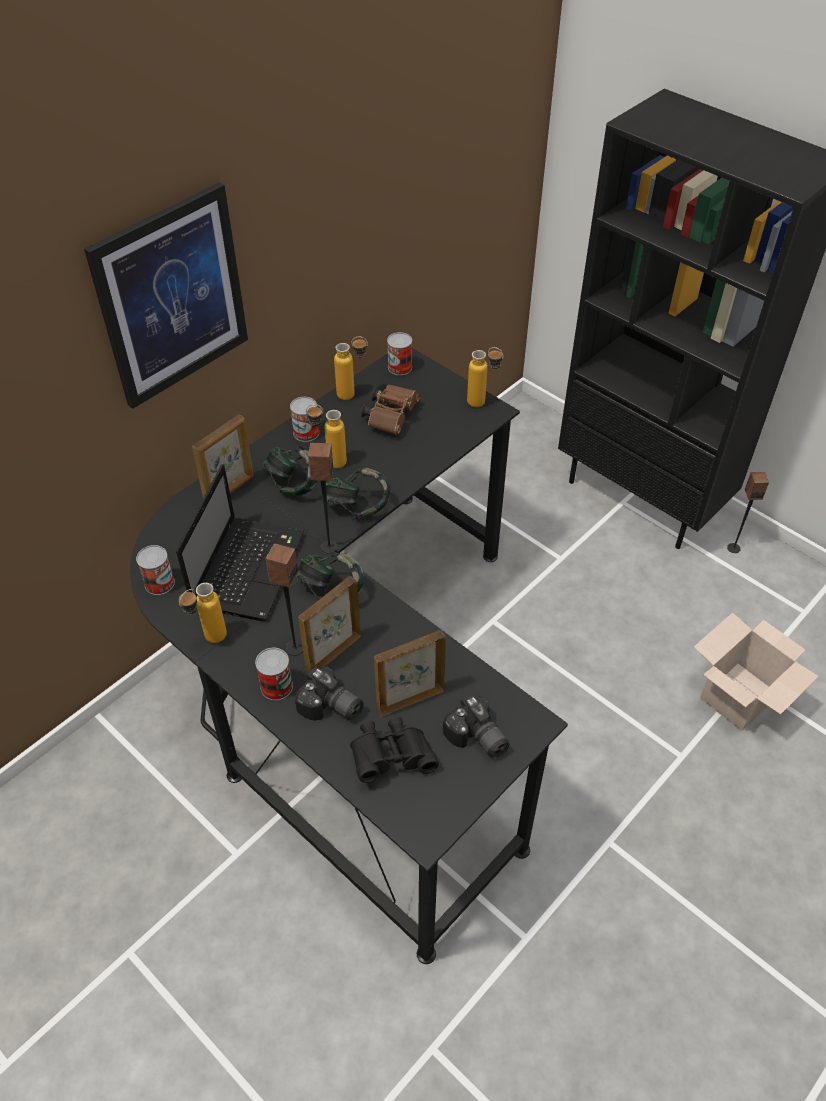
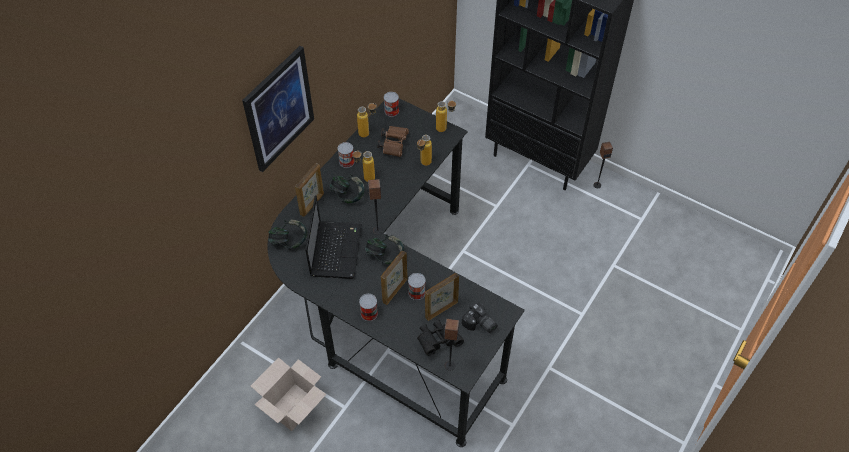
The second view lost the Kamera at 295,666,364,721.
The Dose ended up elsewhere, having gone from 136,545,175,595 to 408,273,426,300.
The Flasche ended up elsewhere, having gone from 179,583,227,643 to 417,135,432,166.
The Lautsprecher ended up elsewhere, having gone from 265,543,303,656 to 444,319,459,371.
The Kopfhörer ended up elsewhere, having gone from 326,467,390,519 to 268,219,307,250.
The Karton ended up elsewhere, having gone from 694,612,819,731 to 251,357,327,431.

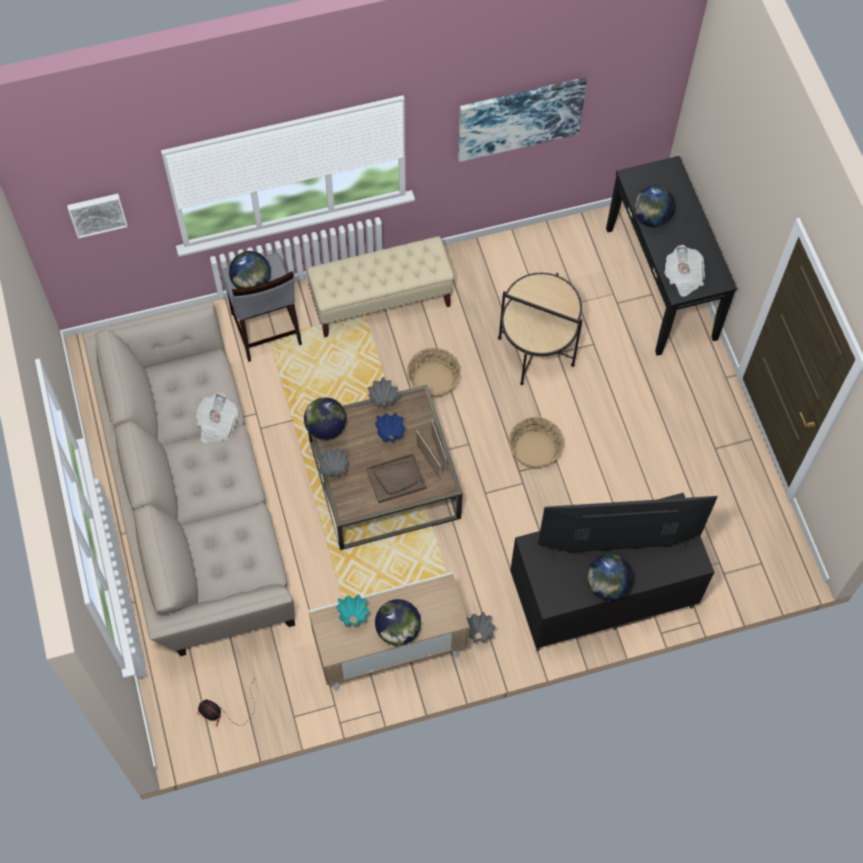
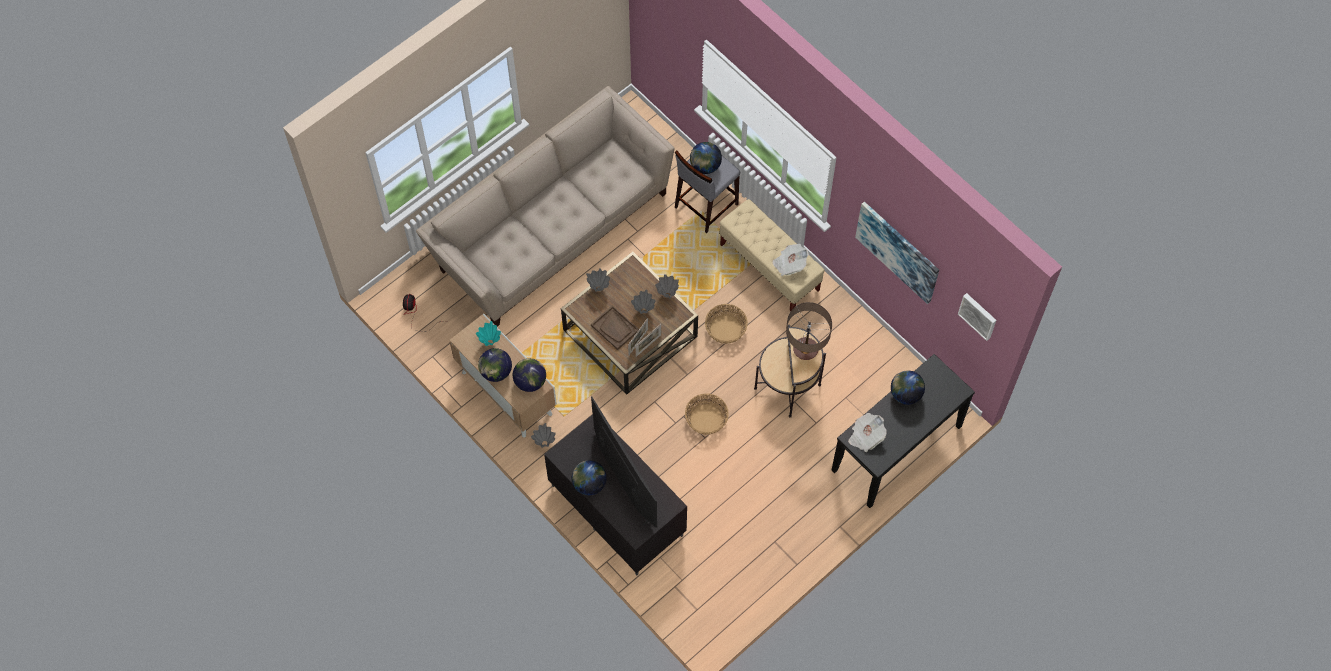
The second view gained the Tischlampe at 786,302,832,360.
The Bild ended up elsewhere, having gone from 67,194,128,239 to 958,293,996,341.
The Zeitung ended up elsewhere, having gone from 195,393,238,443 to 772,244,809,276.
The Globus ended up elsewhere, having gone from 304,397,346,440 to 513,358,546,392.
What was the Vase [blau] at 375,413,405,442 turned into the Vase [grau] at 631,290,656,314.

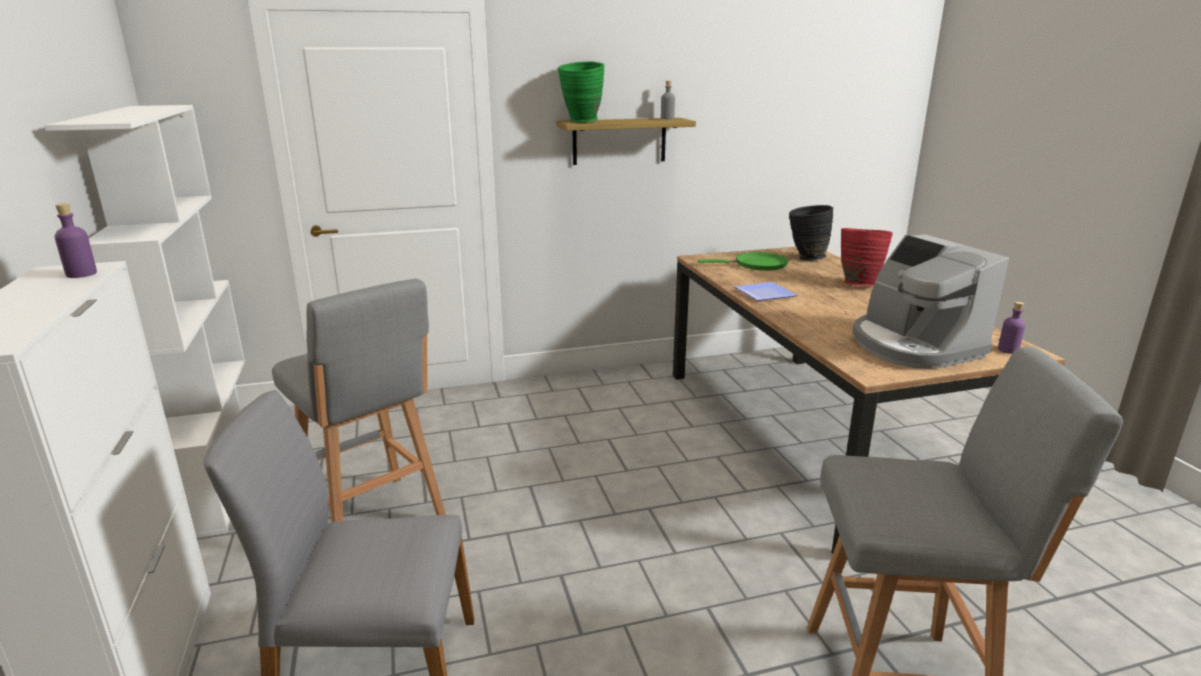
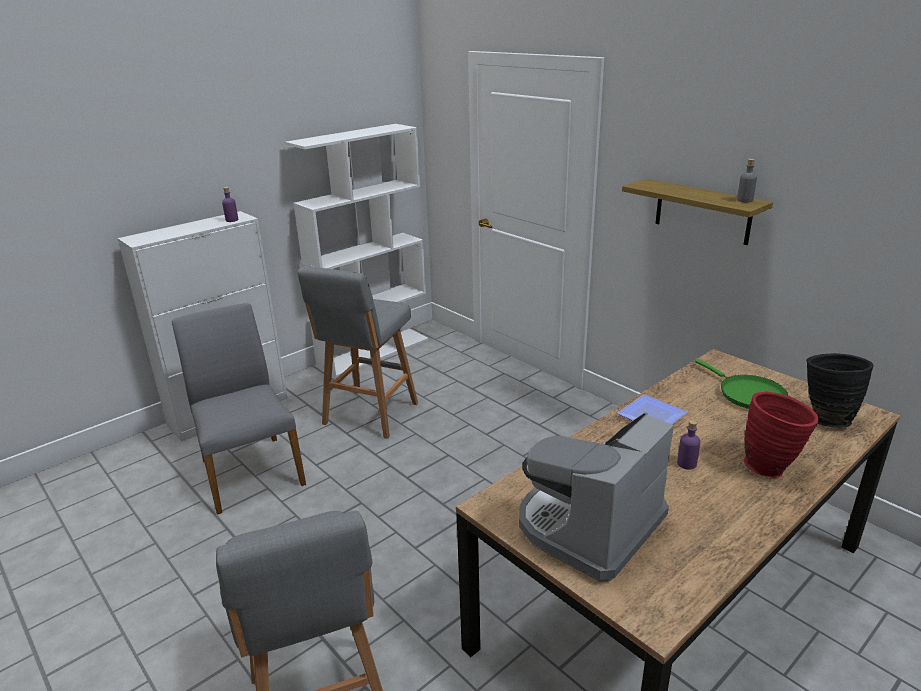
The second view lost the Vase [grün] at 558,61,604,123.
The Flasche [lila] ended up elsewhere, having gone from 998,302,1025,354 to 677,420,700,470.

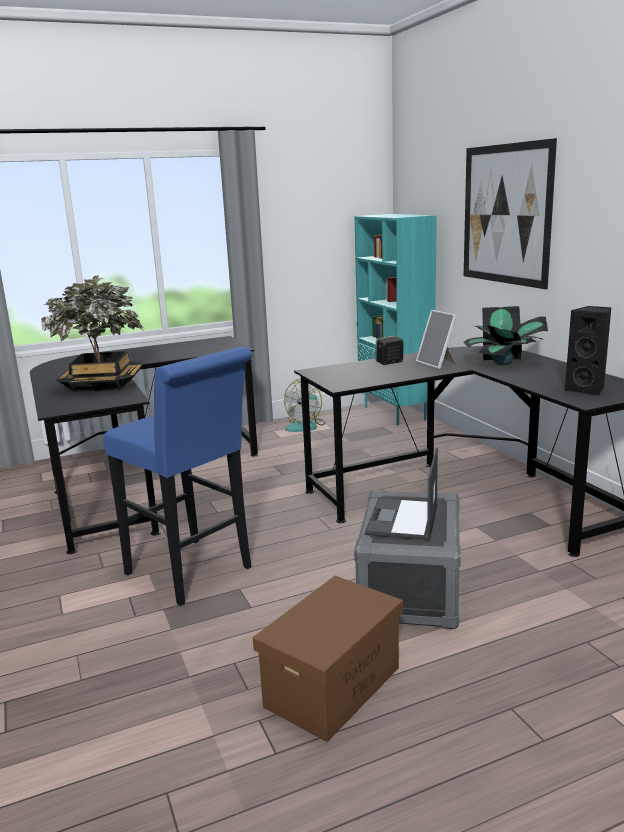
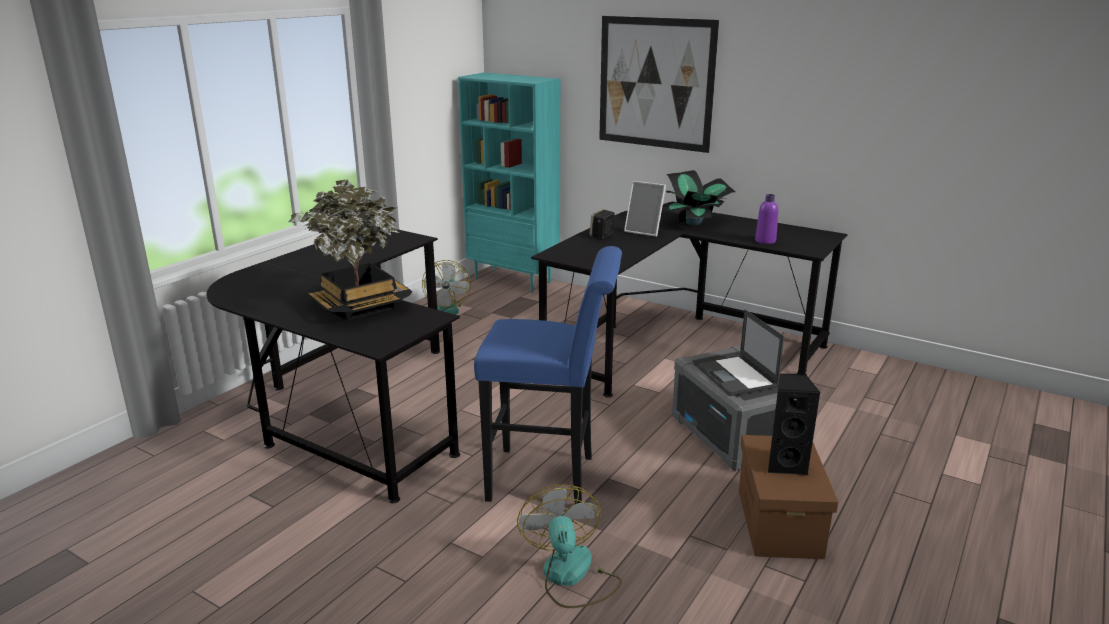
The second view gained the Ventilator at 517,484,622,608.
The second view gained the Flasche [lila] at 755,194,778,244.
The Lautsprecher [schwarz] ended up elsewhere, having gone from 564,306,611,396 to 768,373,820,475.

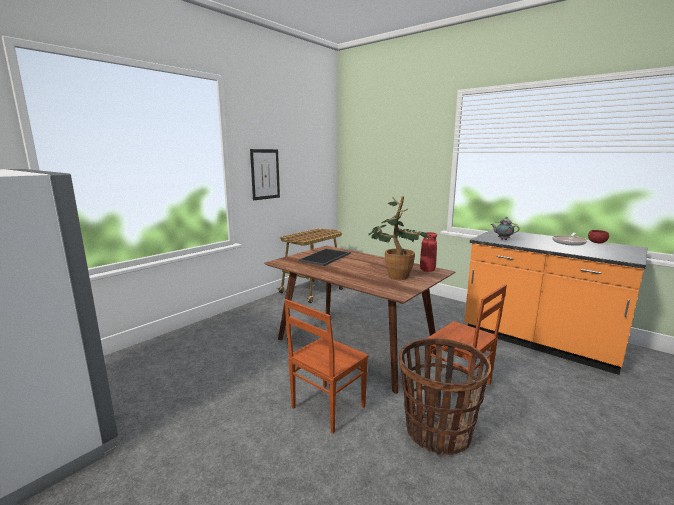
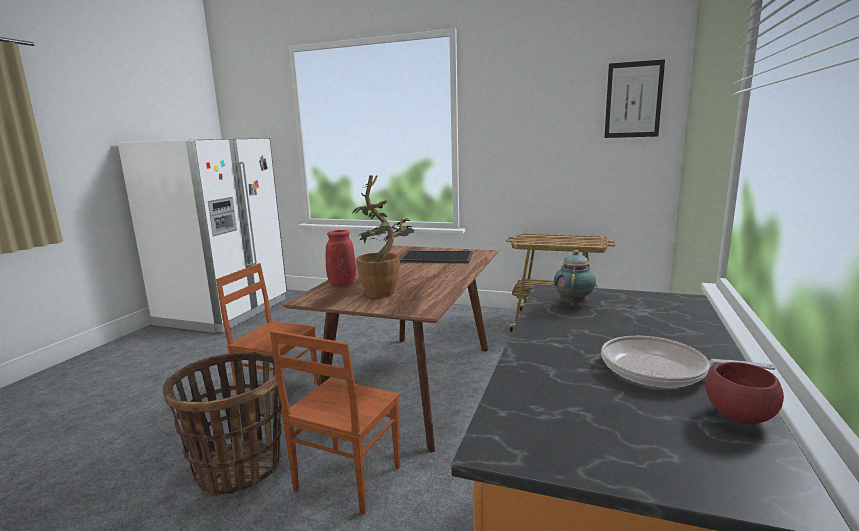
The Bild ended up elsewhere, having gone from 250,149,280,200 to 604,59,665,138.
The Vase [rot] ended up elsewhere, having gone from 420,232,437,272 to 326,230,356,286.

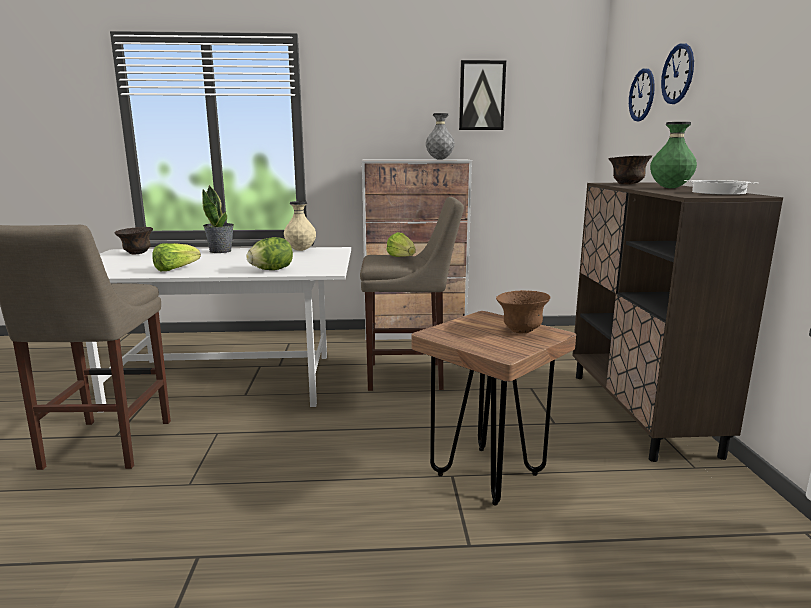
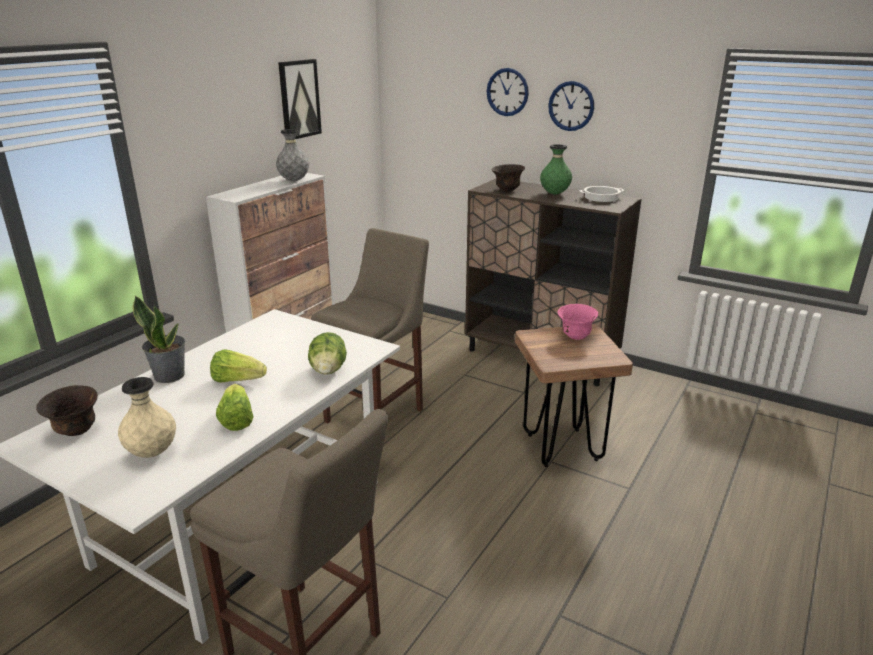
The Vase [beige] ended up elsewhere, having gone from 284,201,316,251 to 118,377,176,458.
The Salatkopf ended up elsewhere, having gone from 386,232,415,257 to 210,349,267,383.
The Wanduhr ended up elsewhere, having gone from 629,68,655,121 to 548,81,594,131.
What was the Schüssel [braun] at 496,290,550,334 turned into the Schüssel [rosa] at 558,304,598,340.

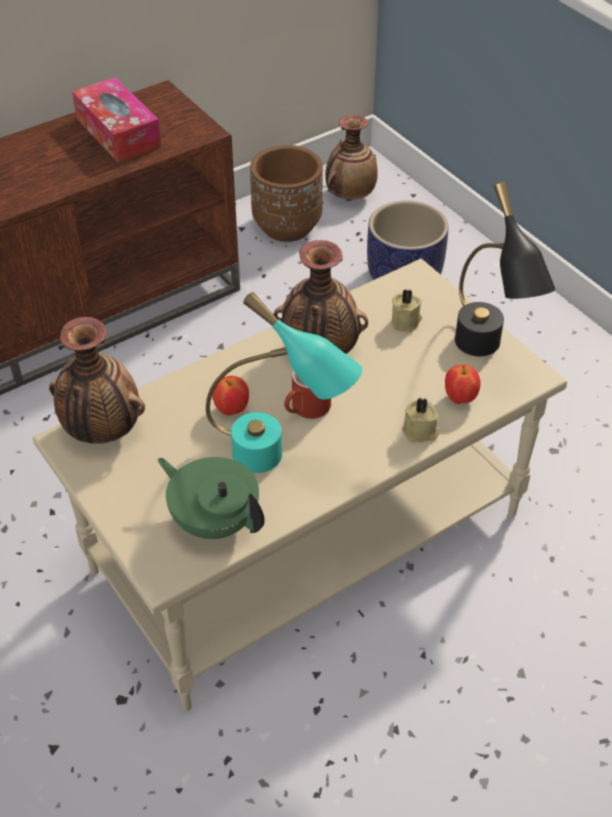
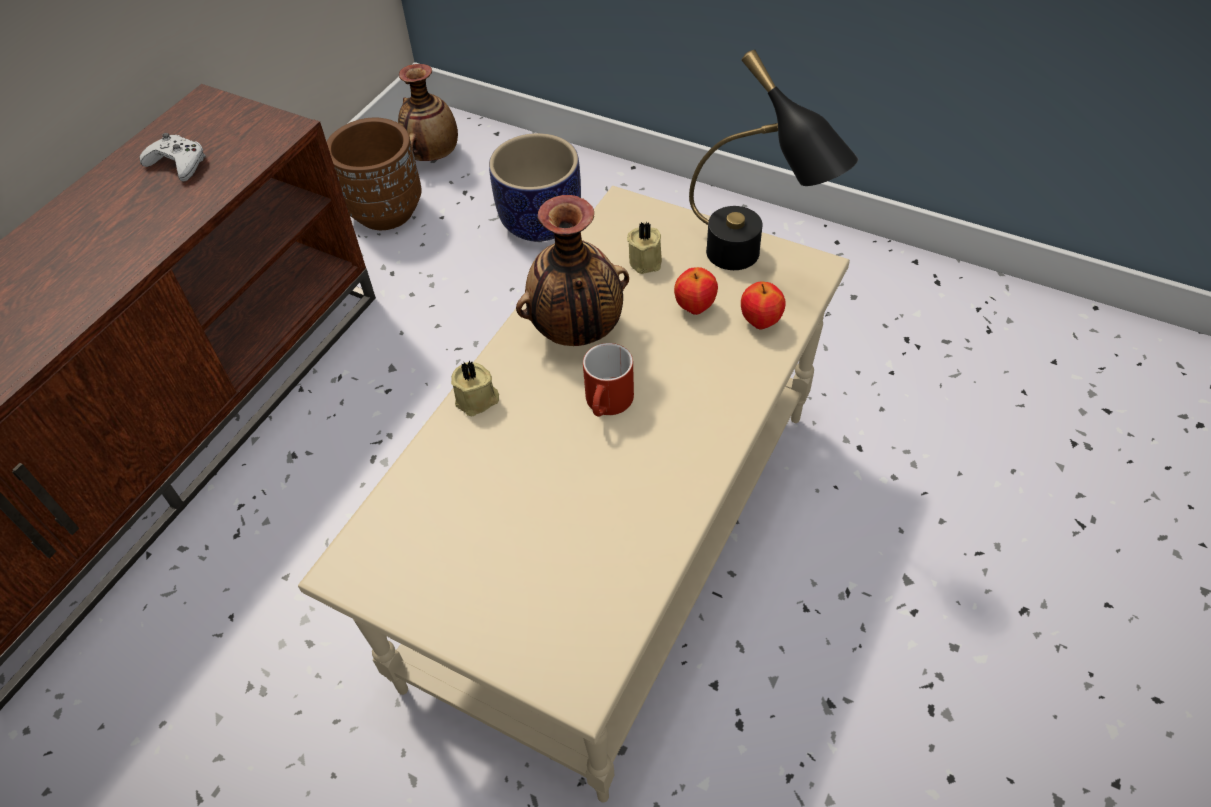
The second view lost the Vase at 49,317,145,444.
The second view lost the Teekanne [grün] at 158,457,265,539.
The second view lost the Tischlampe [türkis] at 206,292,362,473.
The Apfel ended up elsewhere, having gone from 212,376,249,416 to 674,267,718,315.
The Kerze [beige] ended up elsewhere, having gone from 402,397,439,443 to 451,360,499,416.
Where the Taschentuchbox stood at 72,77,161,162, the Gamepad [weiß] came to stand at 140,133,206,182.

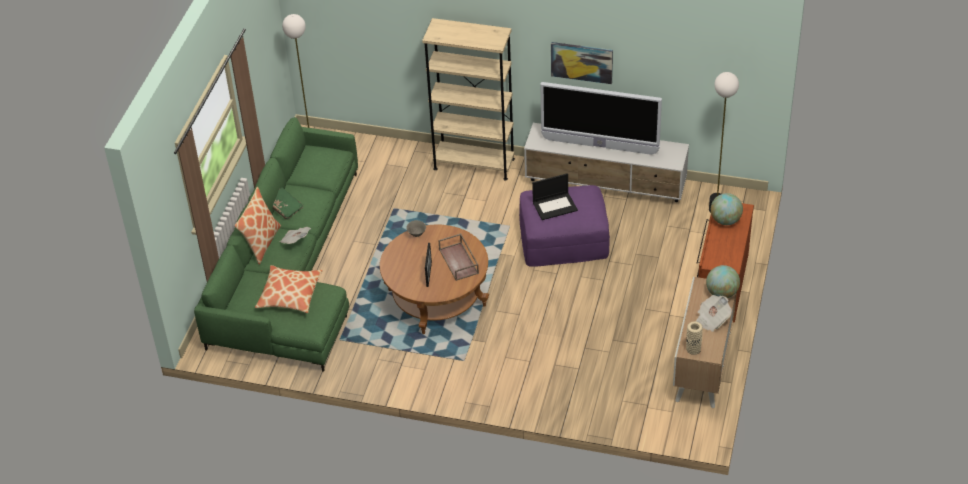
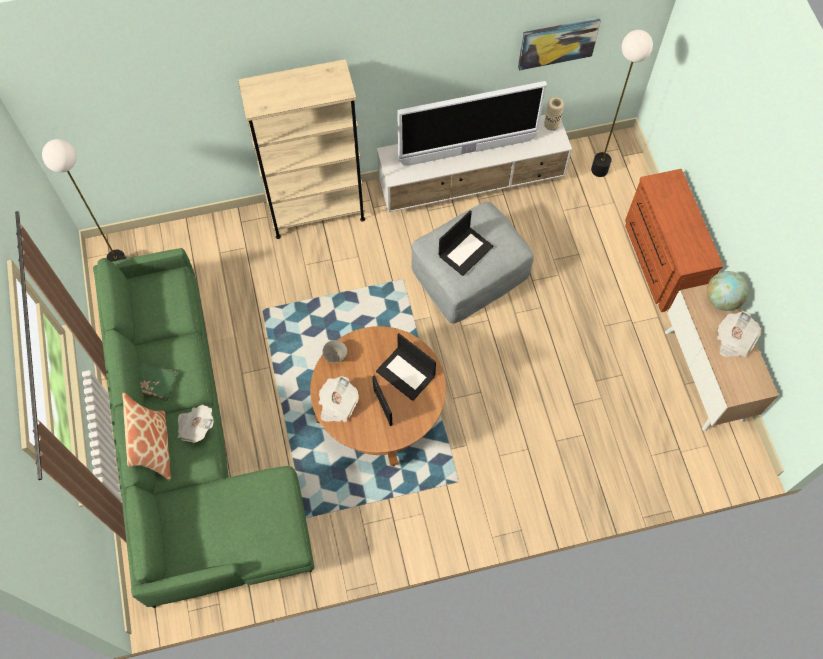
The second view lost the Kissen at 255,265,322,313.
The second view lost the Globus at 711,193,743,225.
The second view gained the Zeitung at 318,376,359,422.
The Bild ended up elsewhere, having gone from 551,42,613,84 to 518,18,601,71.
The Vase [beige] ended up elsewhere, having gone from 686,321,703,355 to 544,97,564,131.
Where the Tablett [braun] stood at 438,233,479,281, the Laptop came to stand at 376,333,436,401.
What was the Polsterhocker [lila] at 519,185,610,266 turned into the Polsterhocker [grau] at 412,202,534,324.

